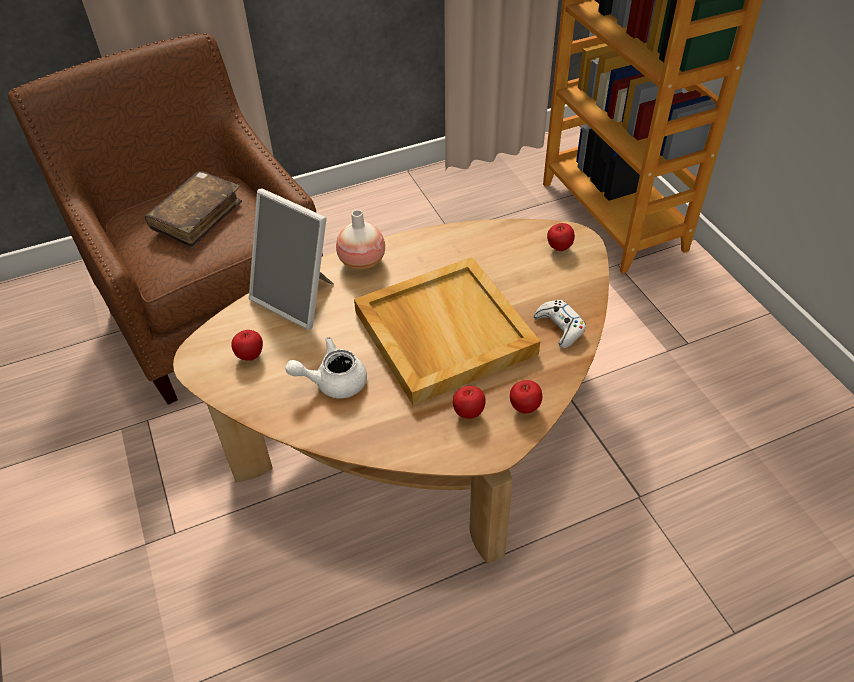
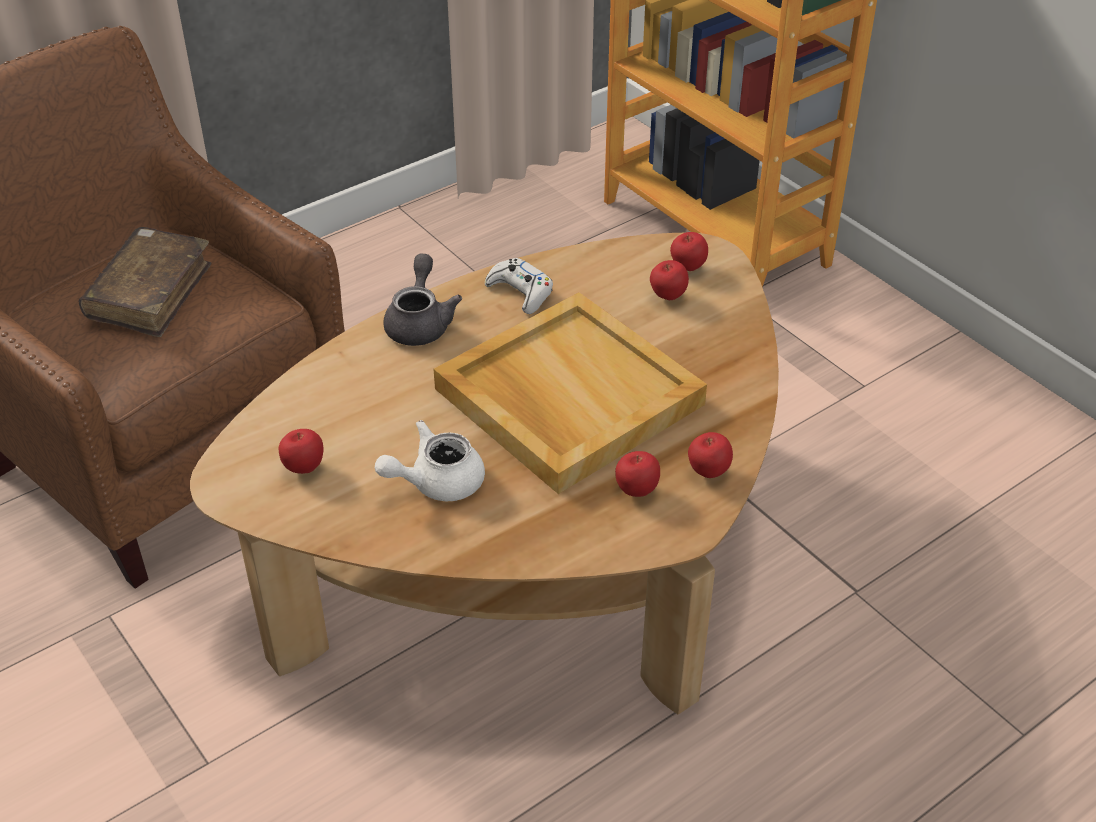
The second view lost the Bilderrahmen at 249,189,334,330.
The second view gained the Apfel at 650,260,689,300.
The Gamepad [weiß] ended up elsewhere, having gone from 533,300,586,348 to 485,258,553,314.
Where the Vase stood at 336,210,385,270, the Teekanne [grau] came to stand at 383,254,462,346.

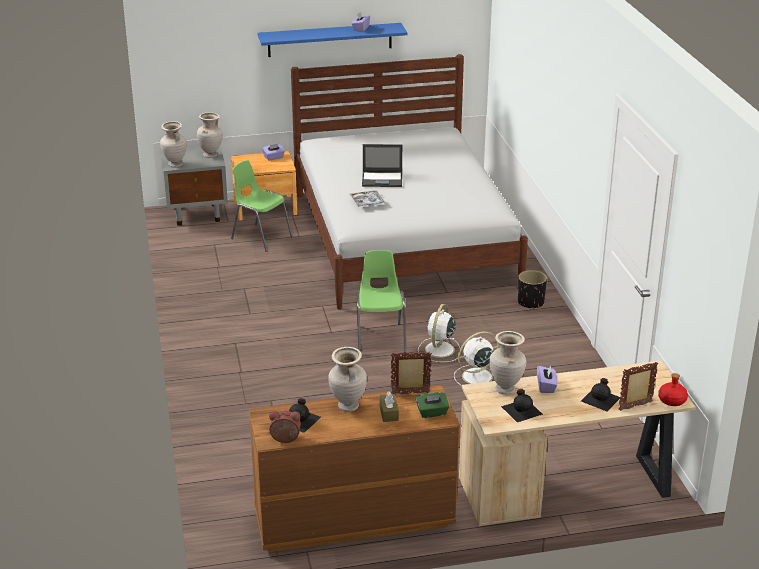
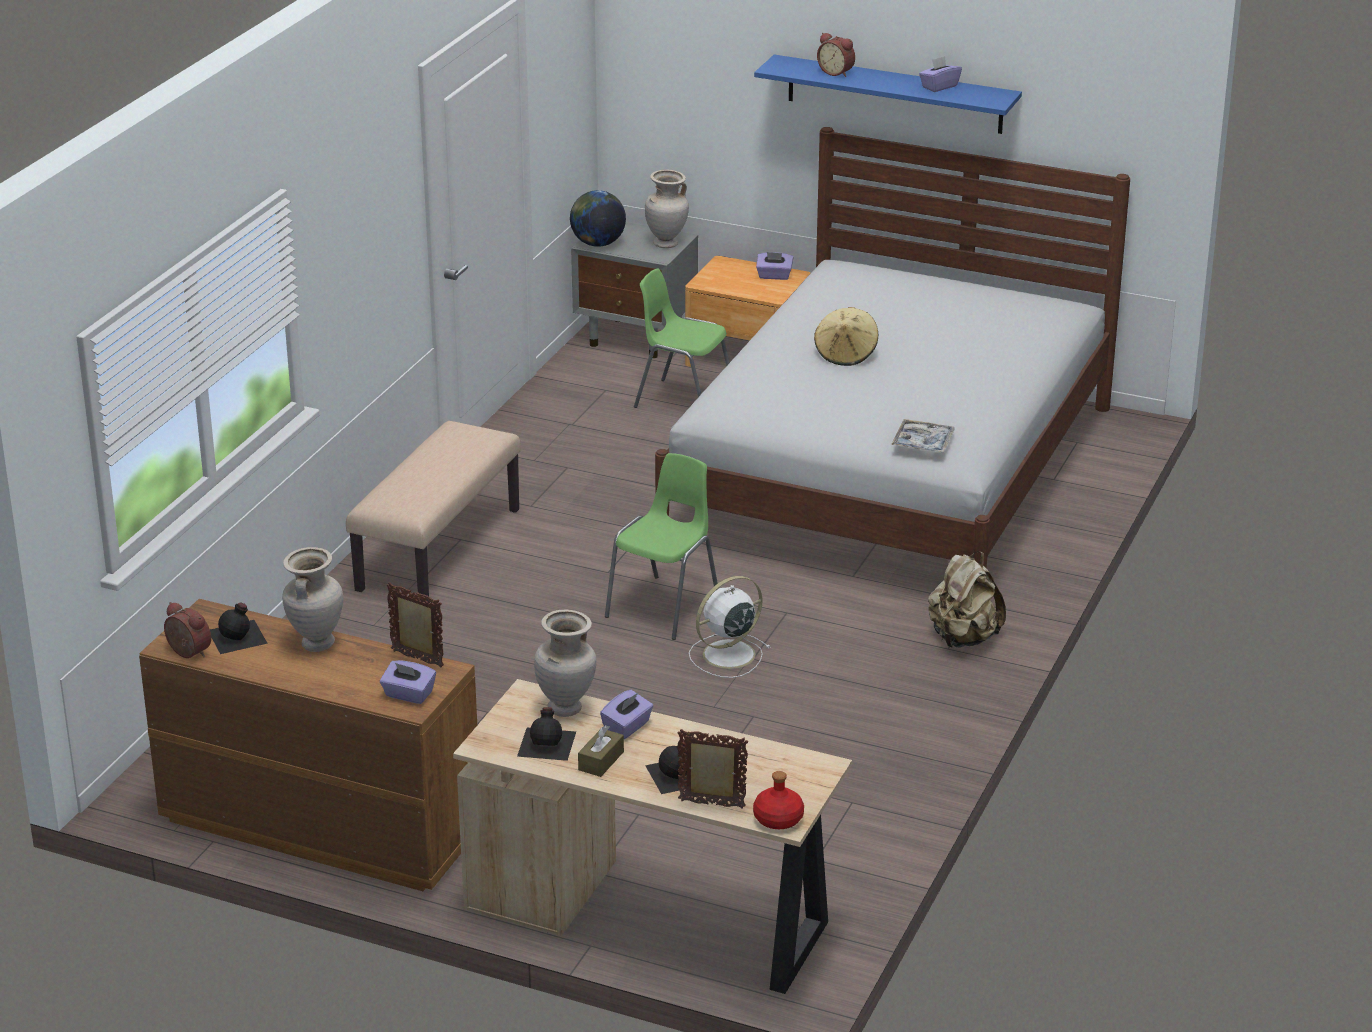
The second view lost the Ventilator [weiß] at 454,331,499,386.
The second view gained the Bank [beige] at 346,421,521,602.
The second view gained the Wecker at 817,33,855,77.
The Tablett ended up elsewhere, having gone from 350,190,386,207 to 891,419,955,453.
The Taschentuchbox [braun] ended up elsewhere, having gone from 379,391,399,422 to 578,725,624,777.
Where the Vase [beige] stood at 160,121,187,168, the Globus came to stand at 570,190,626,247.
Where the Laptop stood at 362,144,402,187, the Hut [beige] came to stand at 814,307,878,366.
Where the Pflanzkübel [schwarz] stood at 518,270,547,309, the Rucksack [beige] came to stand at 928,551,1006,648.
What was the Taschentuchbox [grün] at 416,392,449,418 turned into the Taschentuchbox [lila] at 380,660,436,704.
The Stuhl [grün] at 231,160,292,252 ended up facing another way, 45 degrees counterclockwise from before.

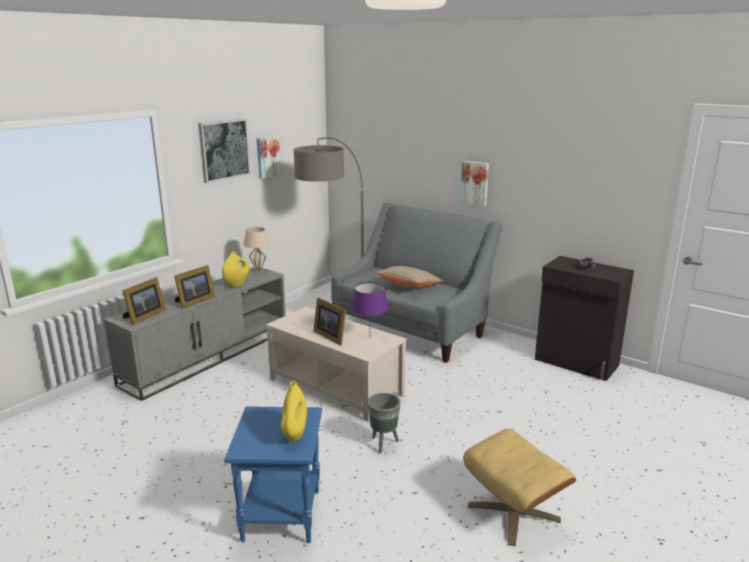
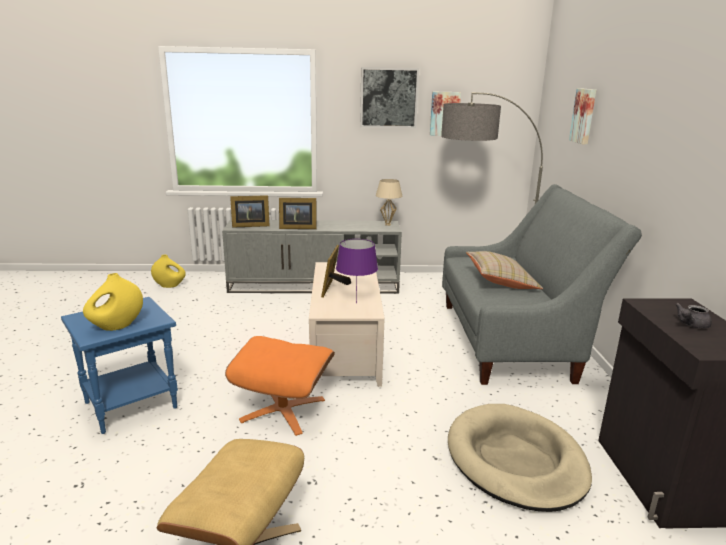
The second view gained the Hundebett [beige] at 448,404,592,512.
The Vase [gelb] ended up elsewhere, having gone from 222,251,249,287 to 151,255,186,288.
The Bild ended up elsewhere, having gone from 460,161,489,206 to 569,88,596,145.
Where the Pflanzkübel [grau] stood at 367,393,401,453, the Polsterhocker [orange] came to stand at 225,336,335,436.

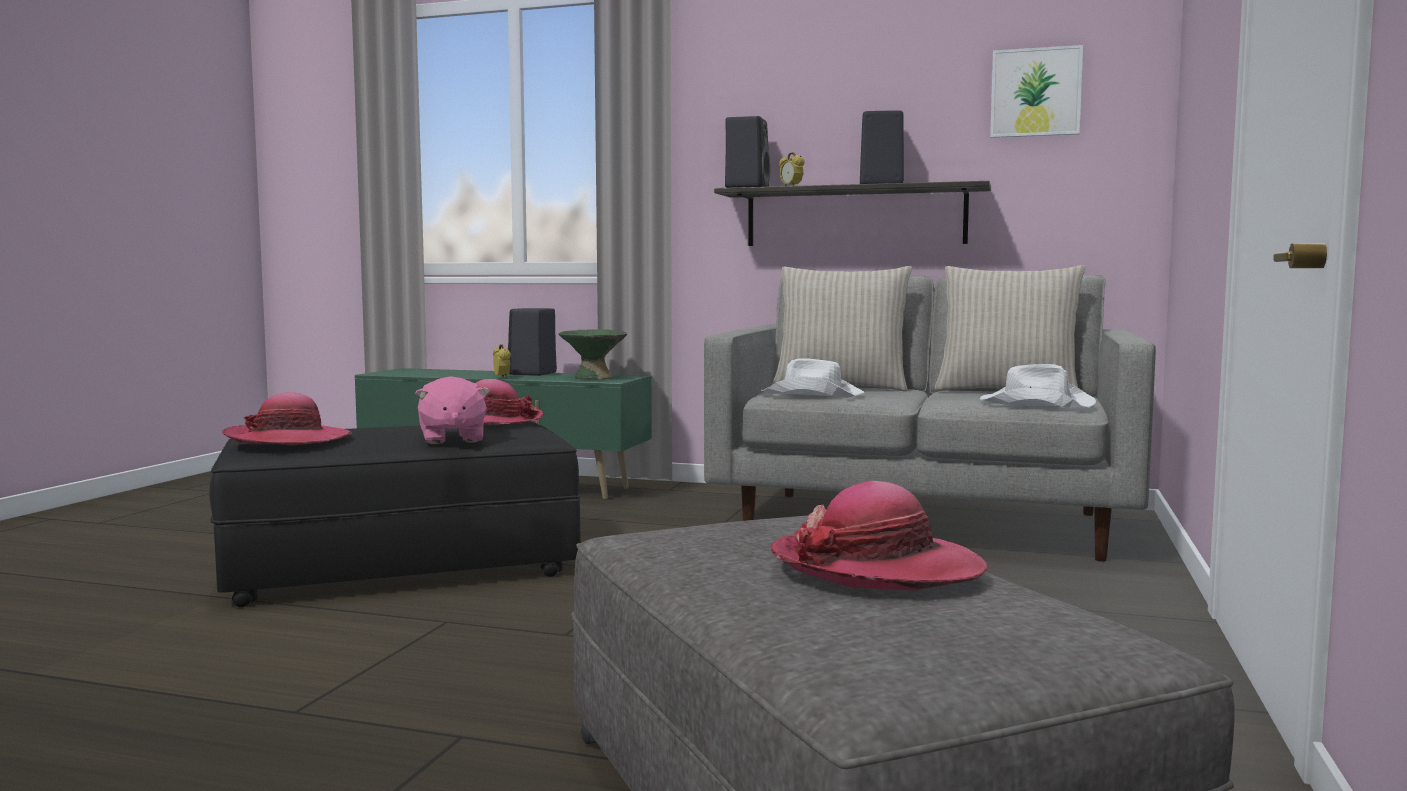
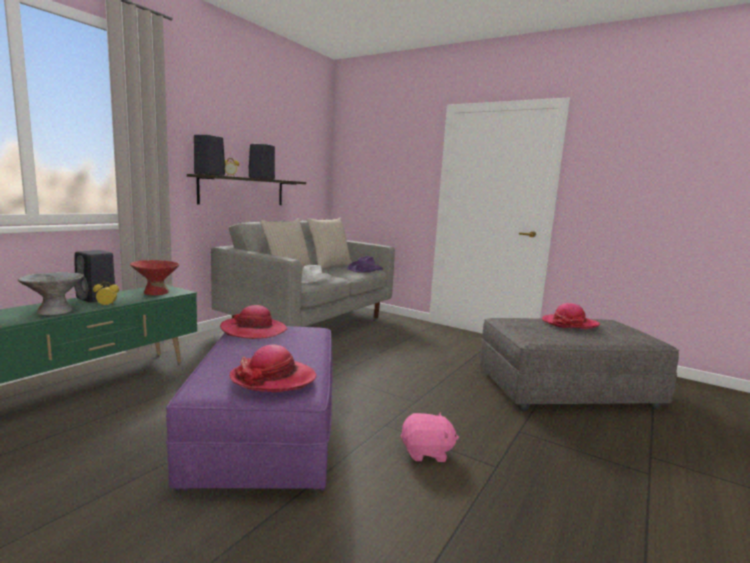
The second view lost the Bild at 990,45,1083,138.
The second view gained the Schüssel [grau] at 18,272,84,315.
The Plüschtier [rosa] ended up elsewhere, having gone from 415,376,490,444 to 400,412,459,462.
What was the Polsterhocker [schwarz] at 209,421,581,607 turned into the Polsterhocker [lila] at 166,326,333,491.
What was the Schüssel [grün] at 558,329,627,380 turned into the Schüssel [rot] at 130,260,179,295.
What was the Hut [weiß] at 980,364,1096,408 turned into the Hut [lila] at 347,256,383,273.

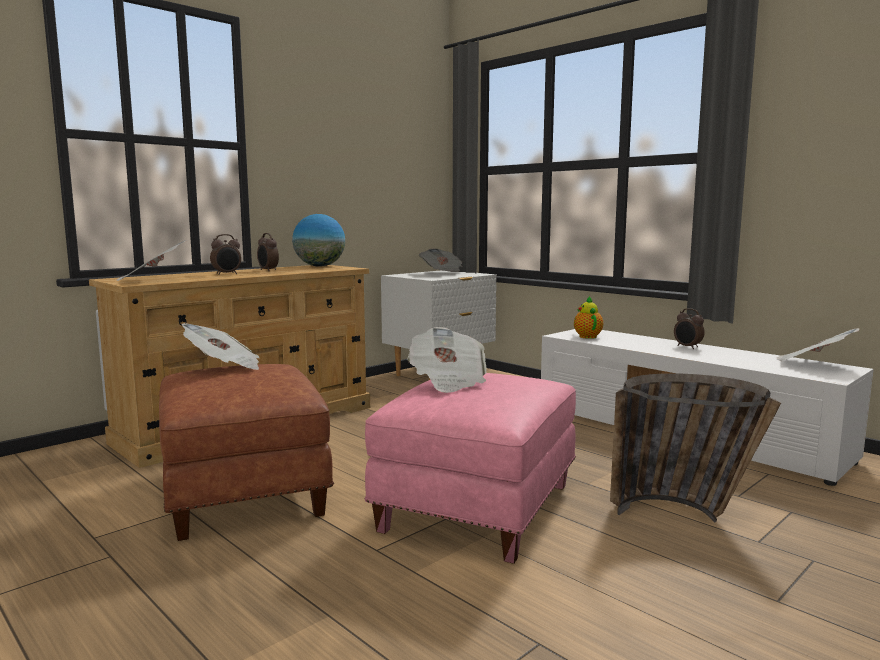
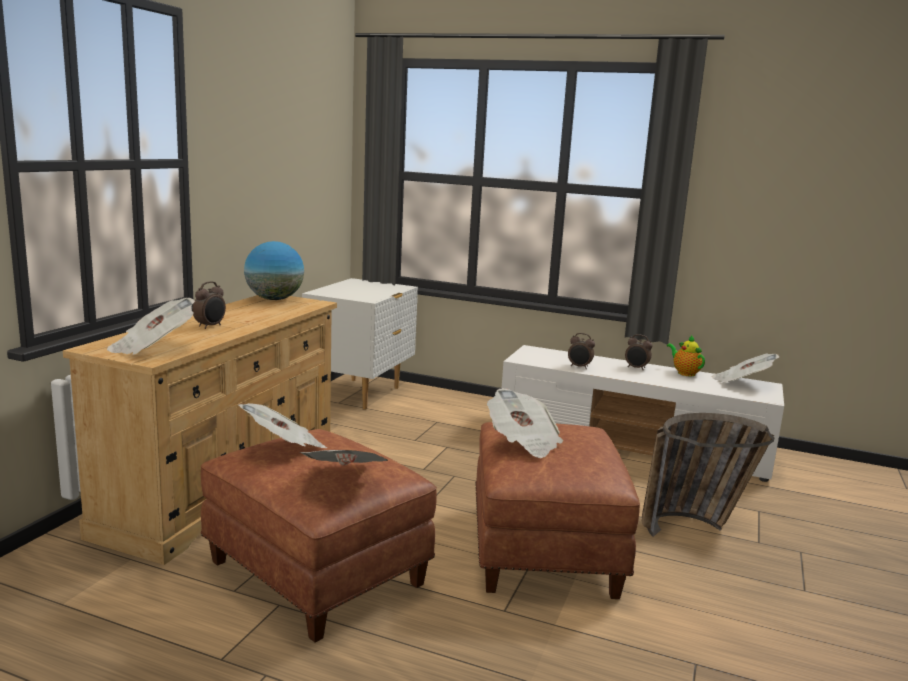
The Wecker ended up elsewhere, having gone from 257,233,279,271 to 568,333,595,369.
The Zeitung ended up elsewhere, having gone from 419,249,463,272 to 298,450,388,466.
The Teekanne ended up elsewhere, having gone from 574,296,603,339 to 667,335,705,377.
What was the Polsterhocker [rosa] at 364,373,576,564 turned into the Polsterhocker [braun] at 475,422,640,599.

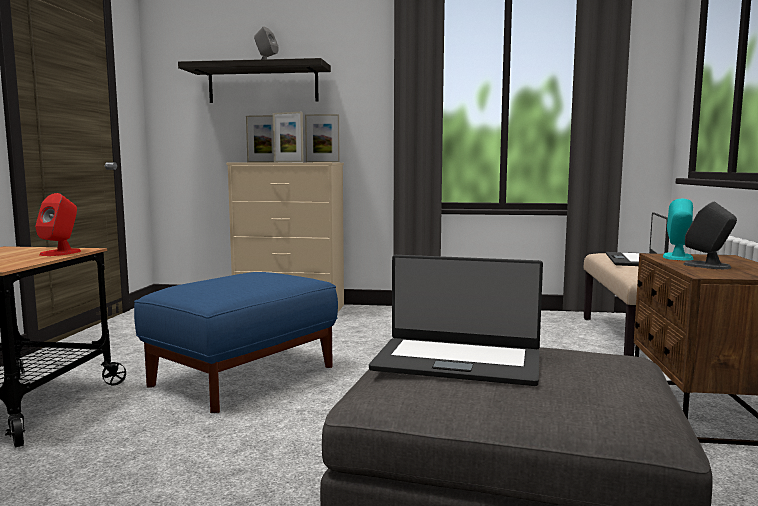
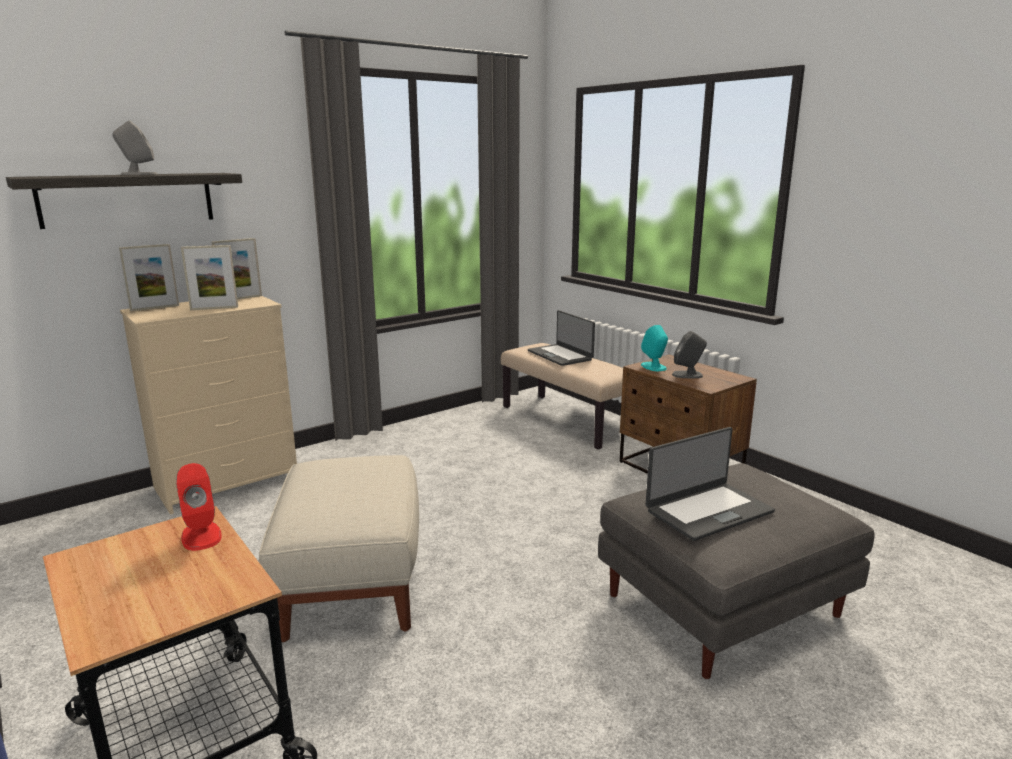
What was the Polsterhocker [blau] at 134,272,338,413 turned into the Polsterhocker [beige] at 259,455,419,642.

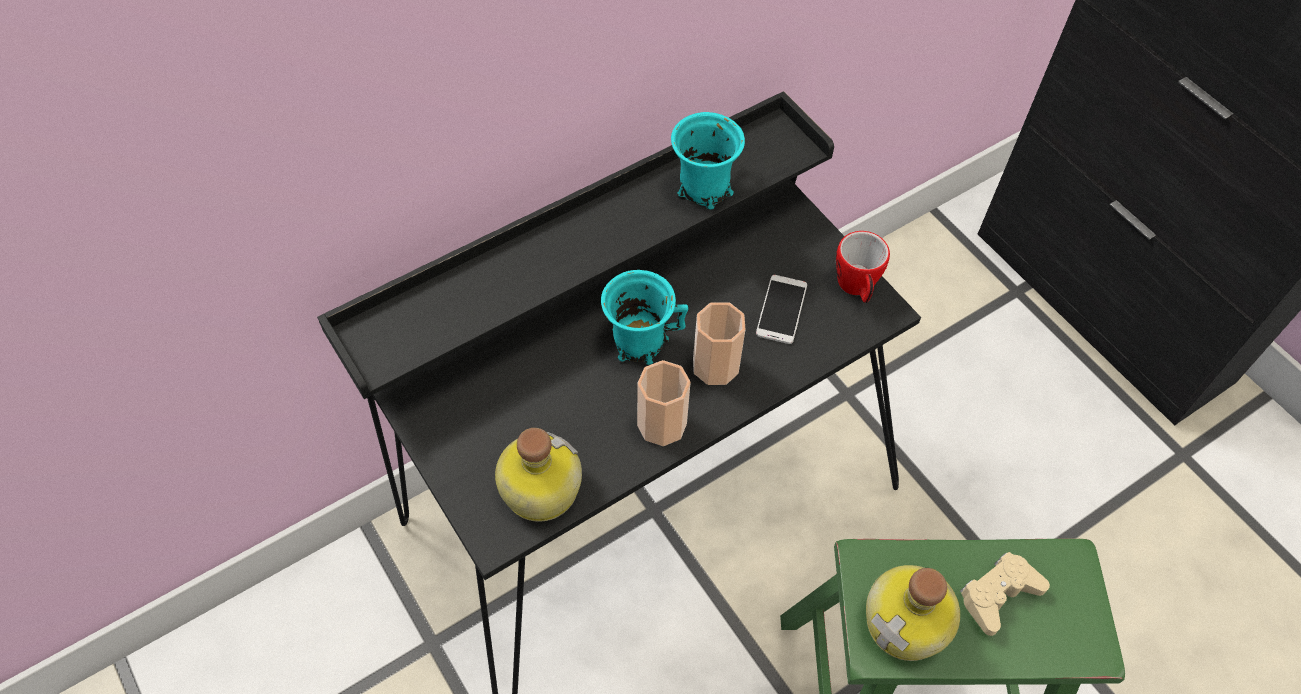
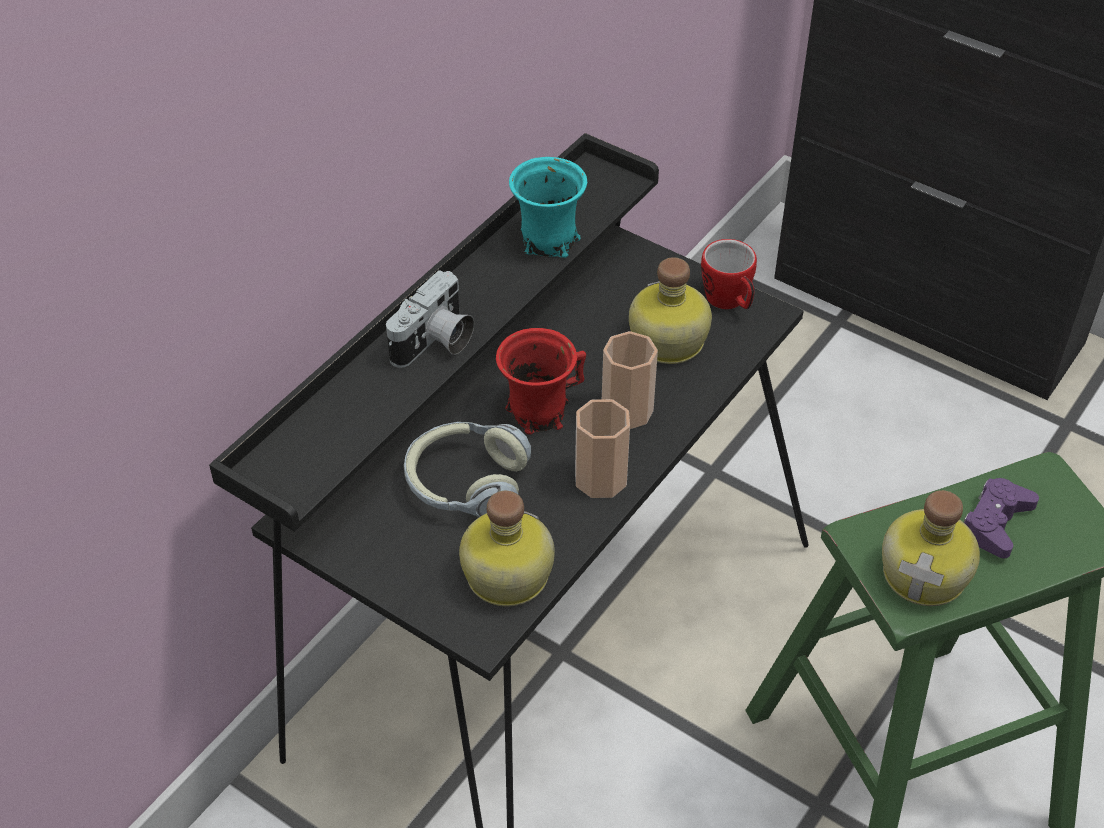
The second view gained the Kamera at 386,270,474,368.
The second view gained the Kopfhörer at 404,422,531,517.
Where the Handy stood at 756,275,807,344, the Flasche came to stand at 629,257,712,364.
What was the Henkelbecher [türkis] at 601,270,688,365 turned into the Henkelbecher [rot] at 496,328,586,435.
What was the Gamepad [beige] at 960,552,1050,636 turned into the Gamepad [lila] at 964,478,1039,558.

